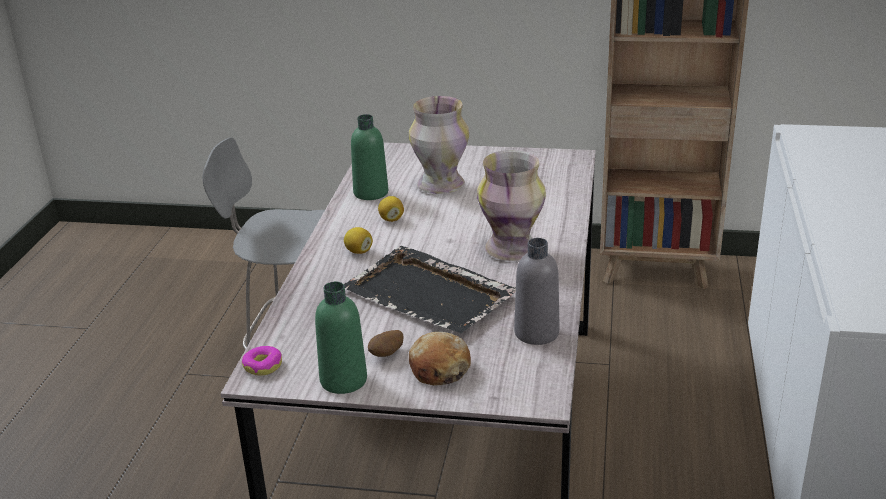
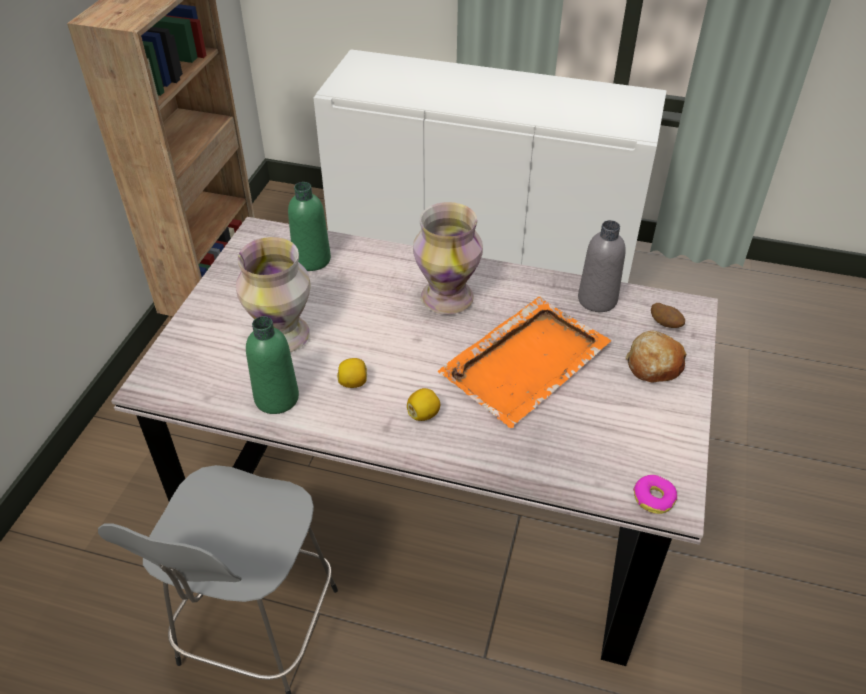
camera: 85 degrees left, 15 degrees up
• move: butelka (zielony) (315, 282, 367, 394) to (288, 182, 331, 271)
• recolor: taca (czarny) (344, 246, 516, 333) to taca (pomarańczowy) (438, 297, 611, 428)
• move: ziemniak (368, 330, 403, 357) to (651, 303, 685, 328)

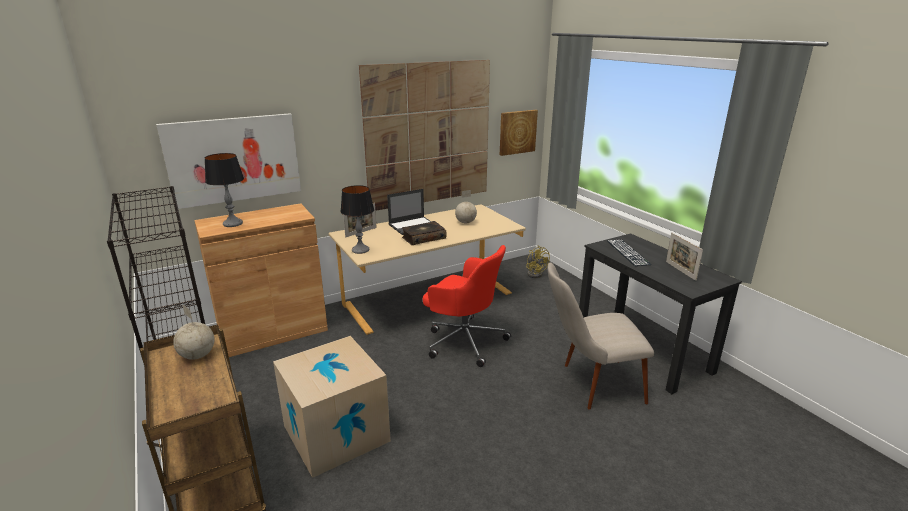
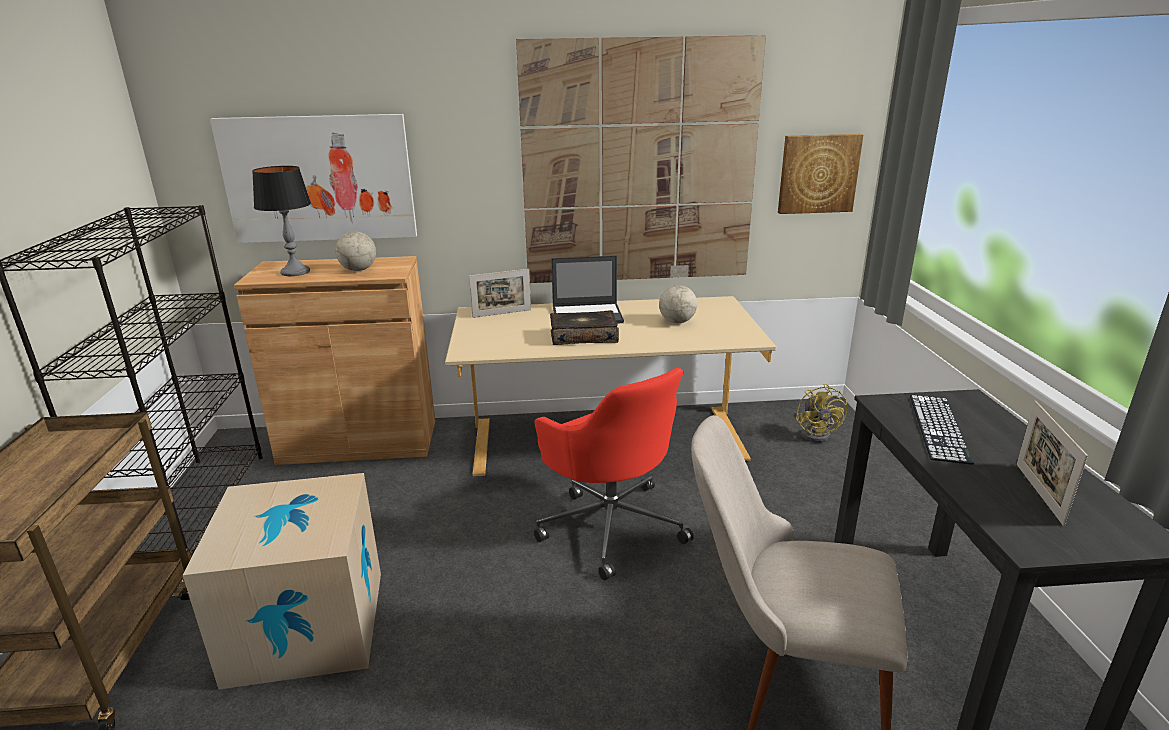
camera: 25 degrees right, 0 degrees up
• move: globus (173, 304, 215, 360) to (335, 208, 376, 271)
• delete: lampa stołowa (340, 185, 374, 254)

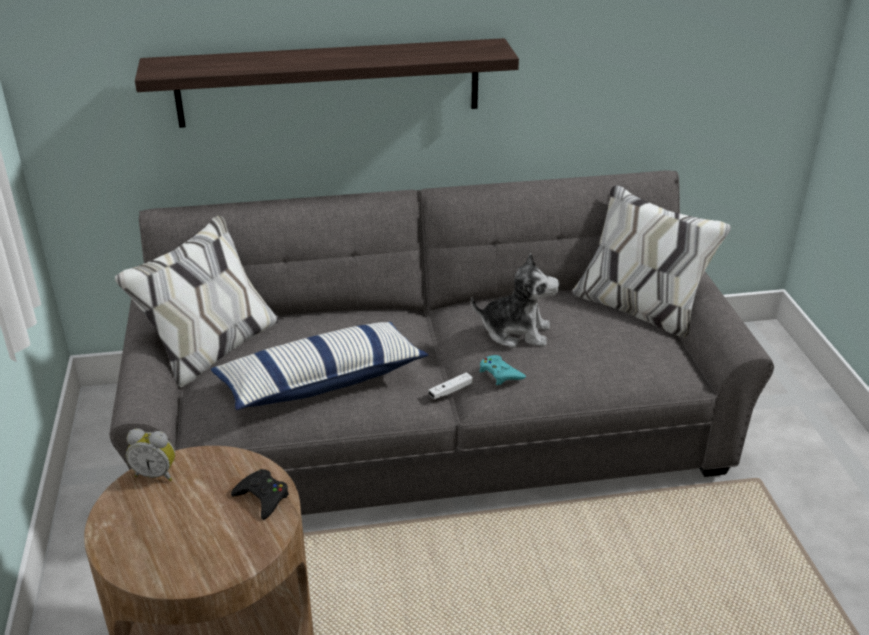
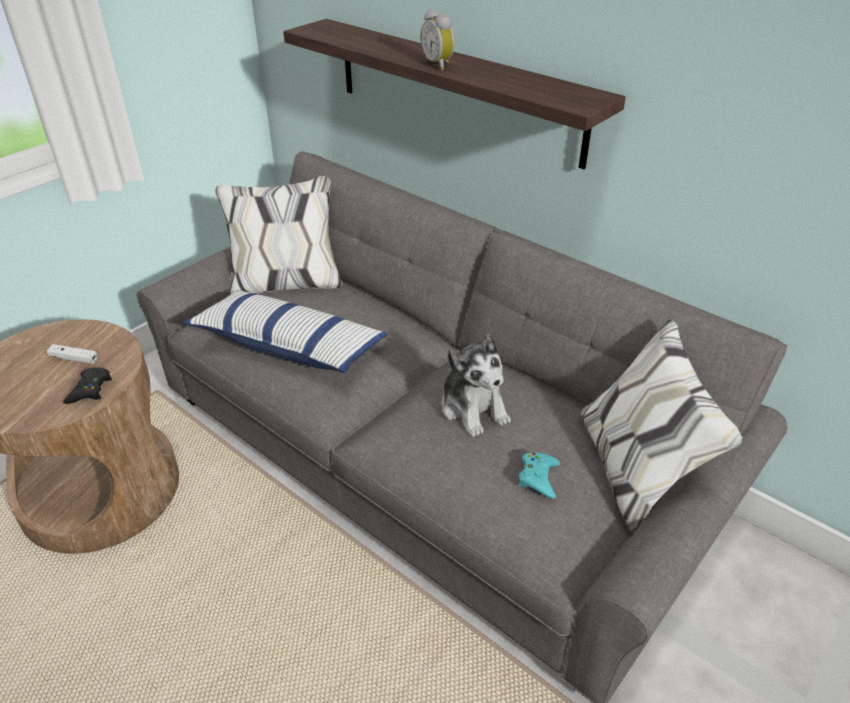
camera: 50 degrees right, 5 degrees up
• move: pad do gier (biały) (428, 372, 473, 399) to (47, 344, 97, 364)
• move: budzik (126, 428, 175, 481) to (421, 9, 455, 70)
• move: pad do gier (turkusowy) (480, 355, 526, 385) to (518, 452, 560, 499)

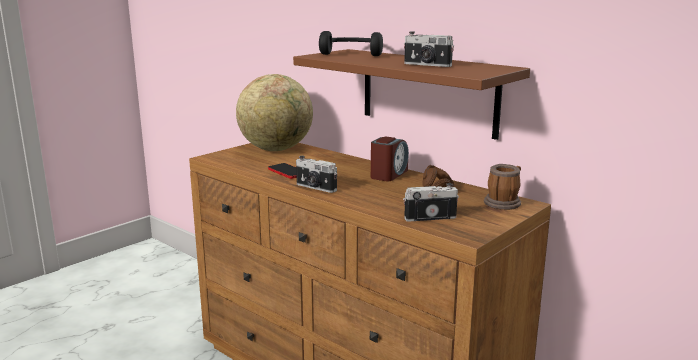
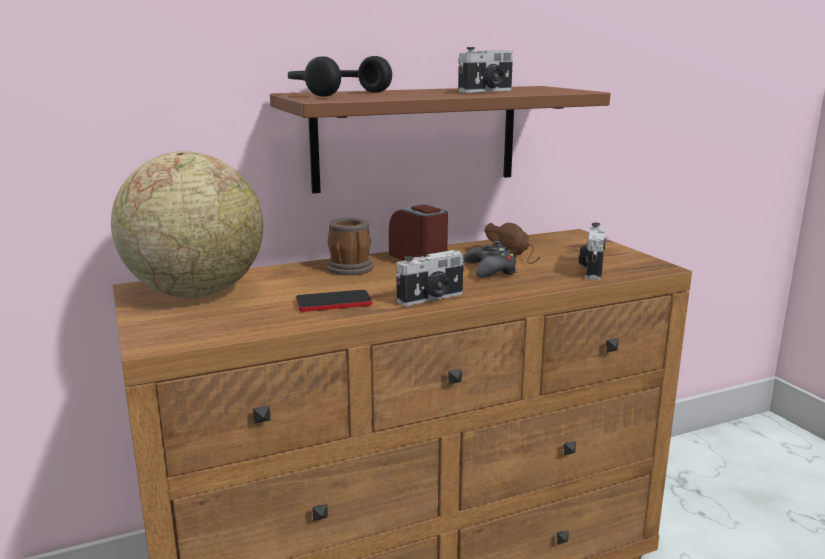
camera: 65 degrees left, 0 degrees up
• move: kubek (484, 164, 521, 210) to (326, 217, 374, 275)
• insert: pad do gier (czarny) (463, 241, 517, 278)

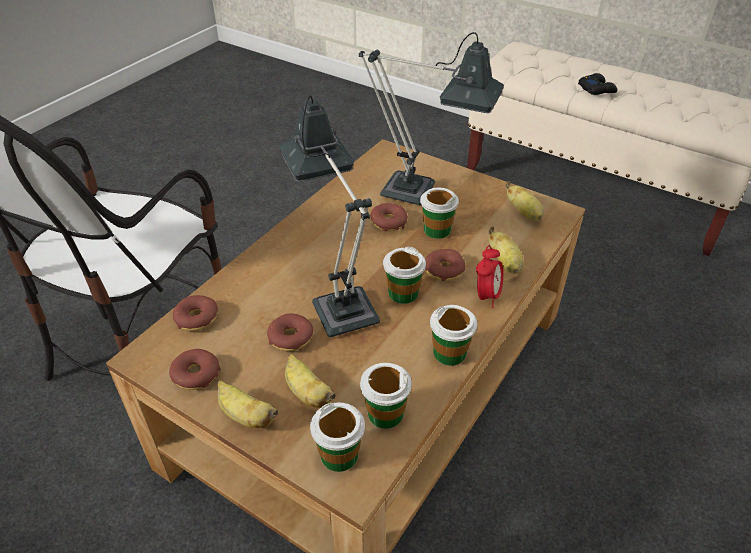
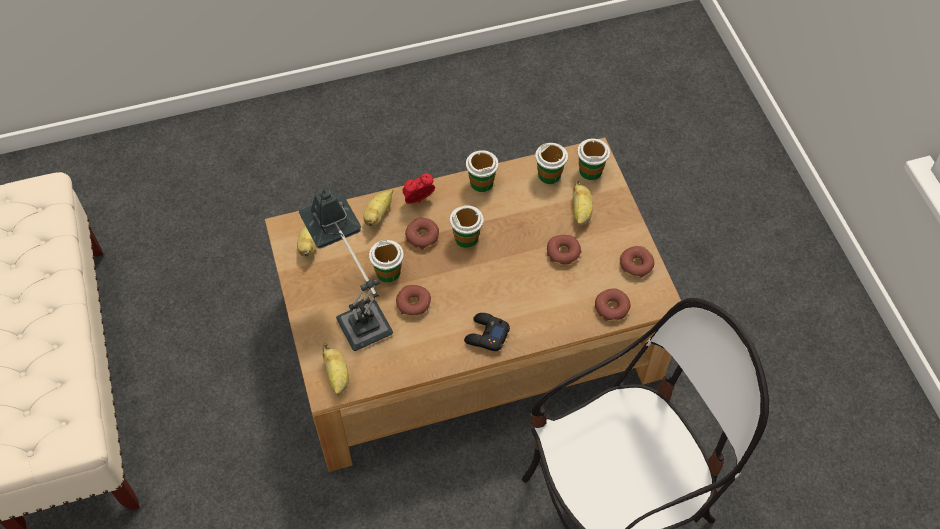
camera: 140 degrees left, 15 degrees up
• move: banan (218, 380, 278, 428) to (322, 344, 349, 396)
• move: pad do gier (czarny) (578, 73, 618, 95) to (464, 313, 510, 351)
• delete: lampa stołowa (279, 96, 380, 337)

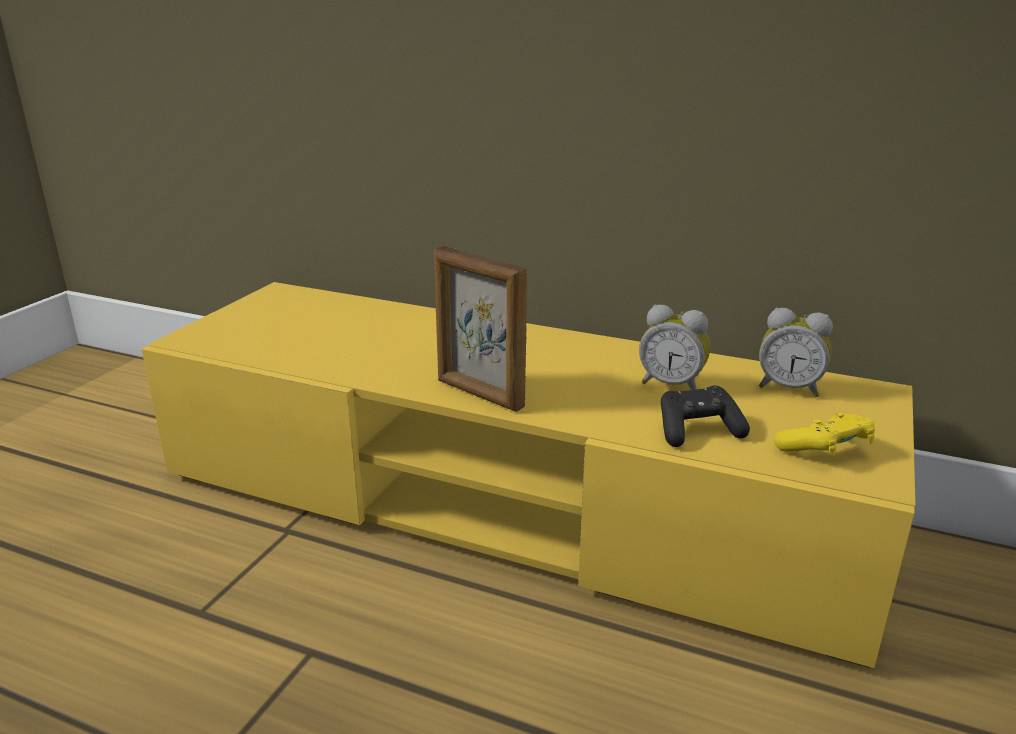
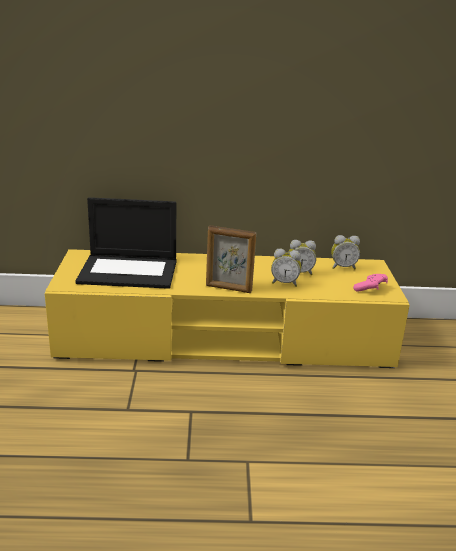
camera: 25 degrees left, 0 degrees up
• insert: laptop (76, 197, 177, 289)
• insert: budzik (271, 249, 301, 287)
• recolor: pad do gier (żółty) (774, 413, 875, 456) to pad do gier (różowy) (353, 274, 388, 292)
• delete: pad do gier (czarny) (661, 386, 750, 447)

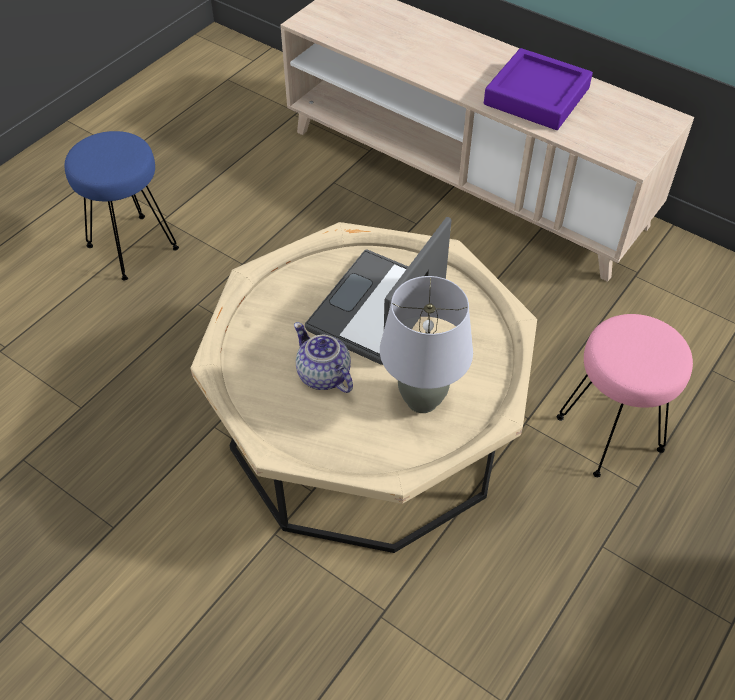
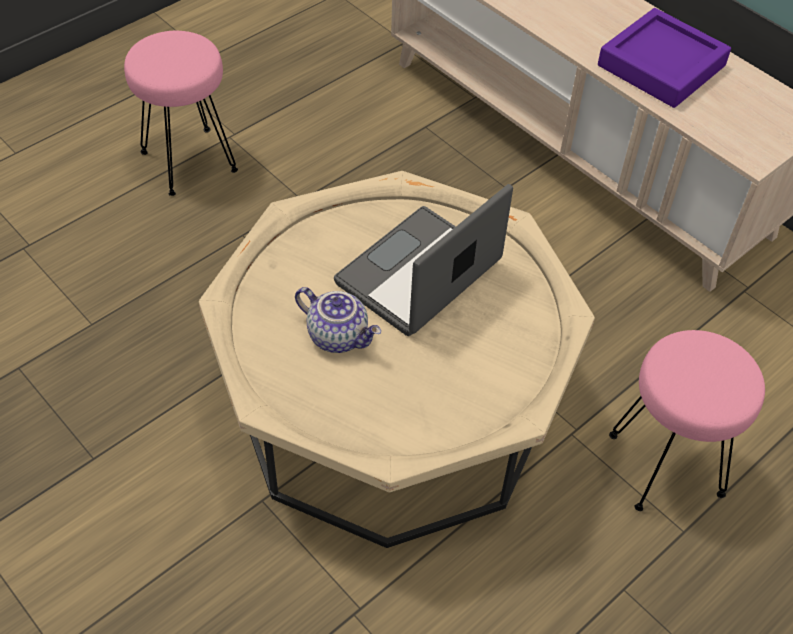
camera: 10 degrees right, 0 degrees up
• recolor: stołek (niebieski) (64, 131, 179, 280) to stołek (różowy) (124, 31, 238, 196)
• rotate: imbryk (294, 322, 353, 393) = (295, 287, 381, 353) 150 degrees clockwise
• delete: lampa stołowa (szary) (380, 276, 473, 413)

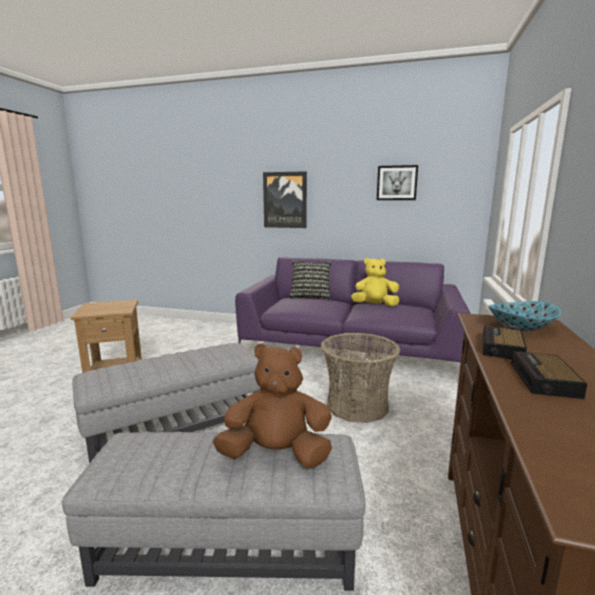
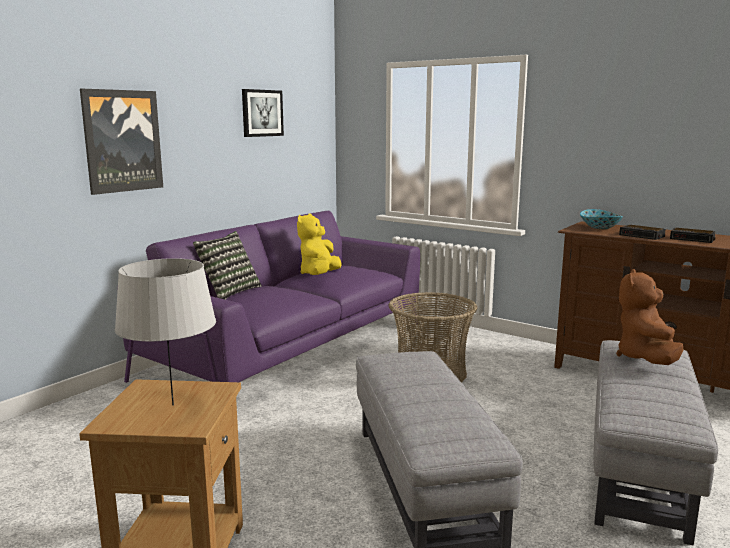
camera: 70 degrees left, 0 degrees up
• insert: lampa stołowa (szary) (115, 258, 216, 406)

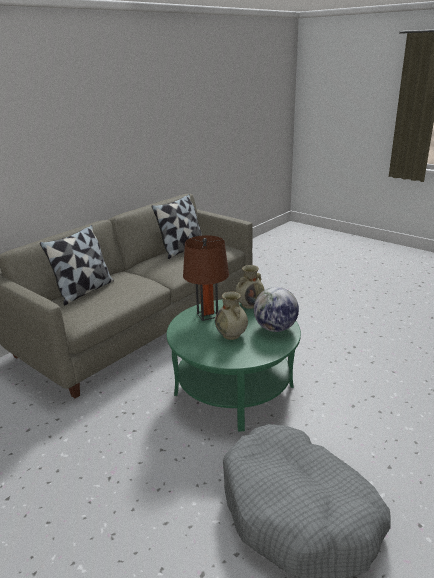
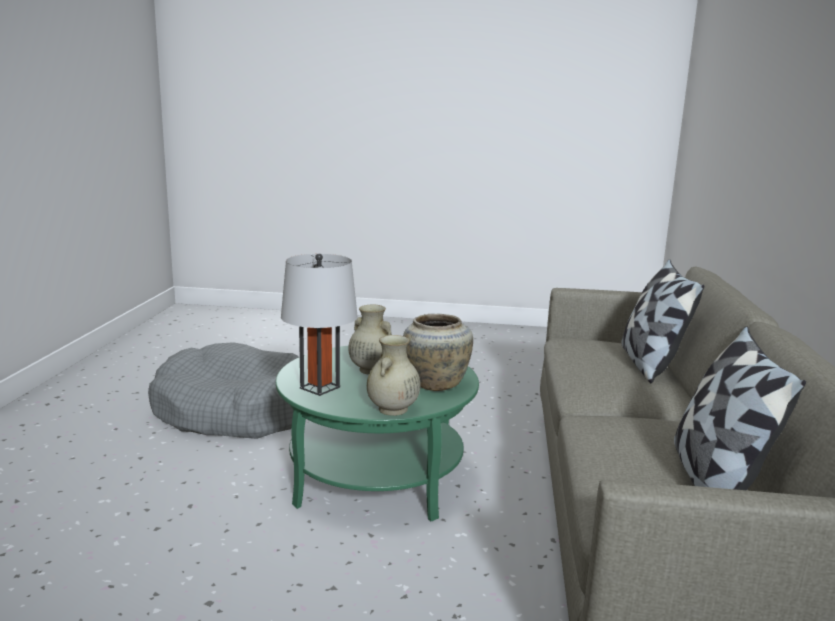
camera: 145 degrees right, 10 degrees down
• replace: globus (254, 287, 299, 332) to lampa stołowa (szary) (281, 253, 358, 396)
• replace: lampa stołowa (brązowy) (183, 235, 229, 321) to wazon (beżowy) (403, 314, 473, 391)

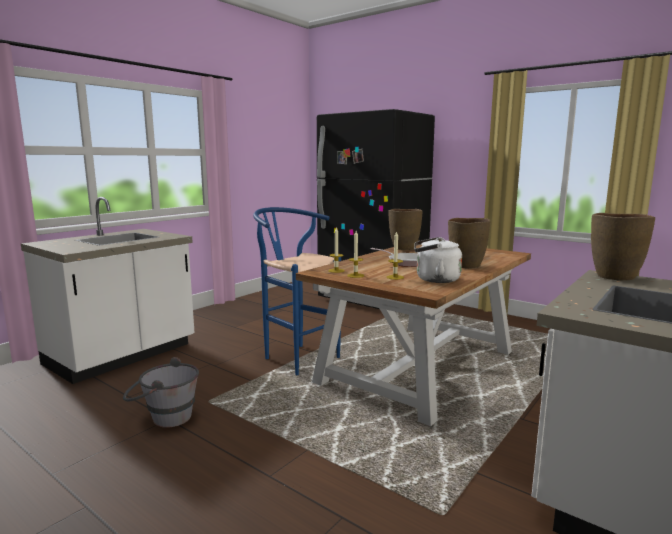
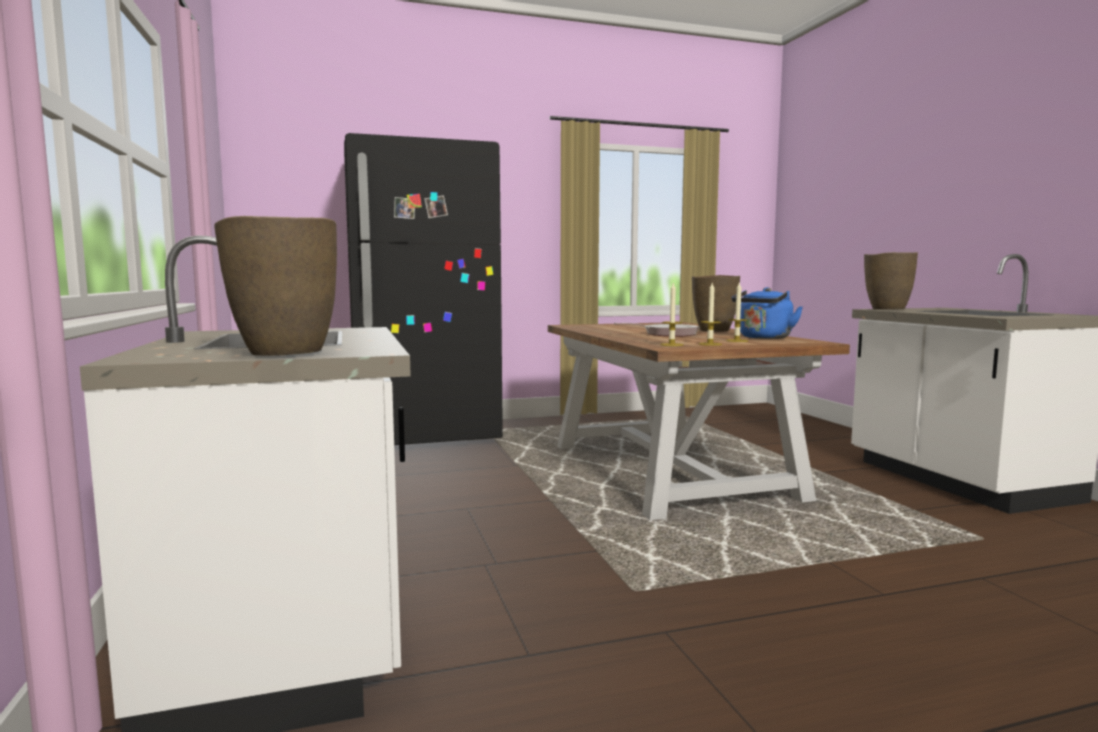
camera: 55 degrees left, 5 degrees down
• move: wazon (brązowy) (388, 209, 423, 250) to (214, 216, 337, 356)
• recolor: czajnik (biały) (414, 237, 462, 283) to czajnik (niebieski) (732, 287, 803, 339)
• delete: wiadro (szary) (123, 357, 199, 428)
• delete: stołek (niebieski) (253, 207, 341, 375)

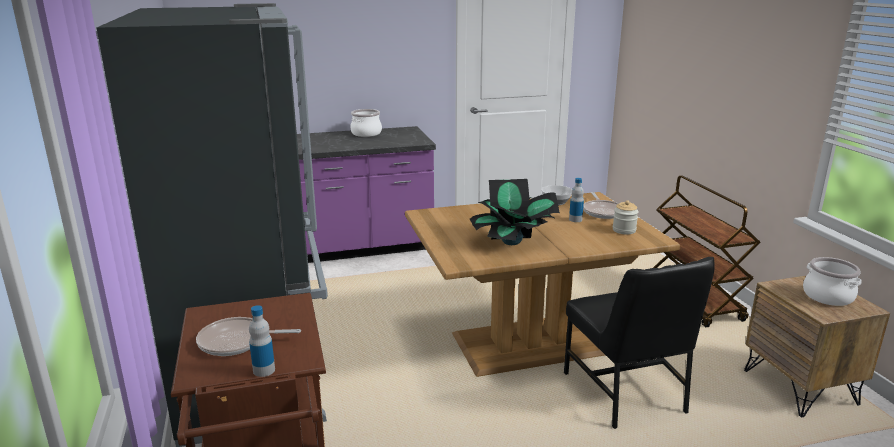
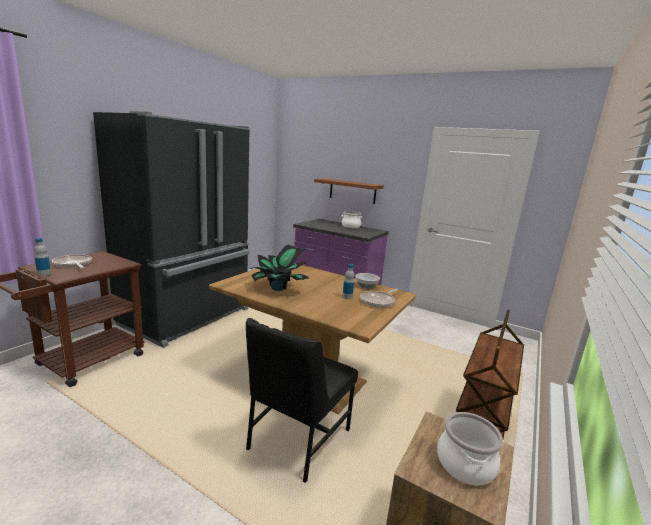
camera: 45 degrees right, 5 degrees down
• insert: półka (brązowy) (314, 179, 384, 204)
• delete: słoik (613, 200, 639, 234)

